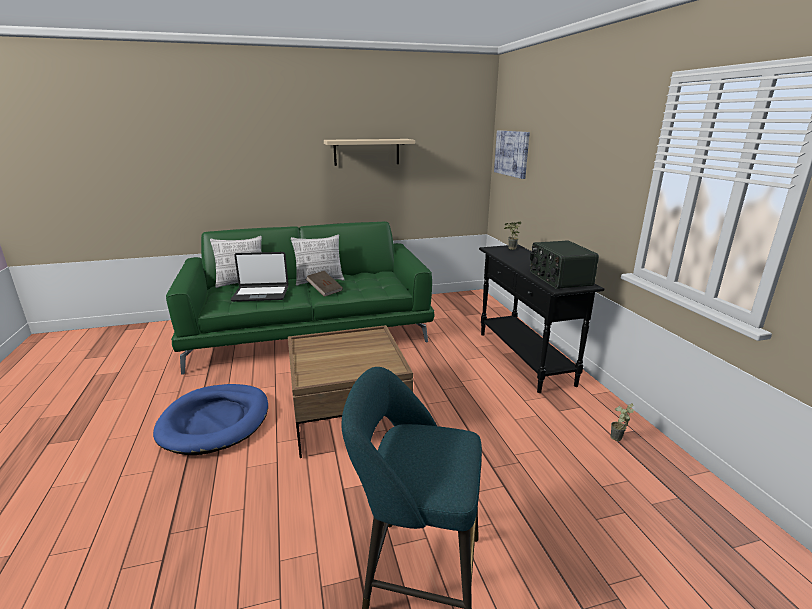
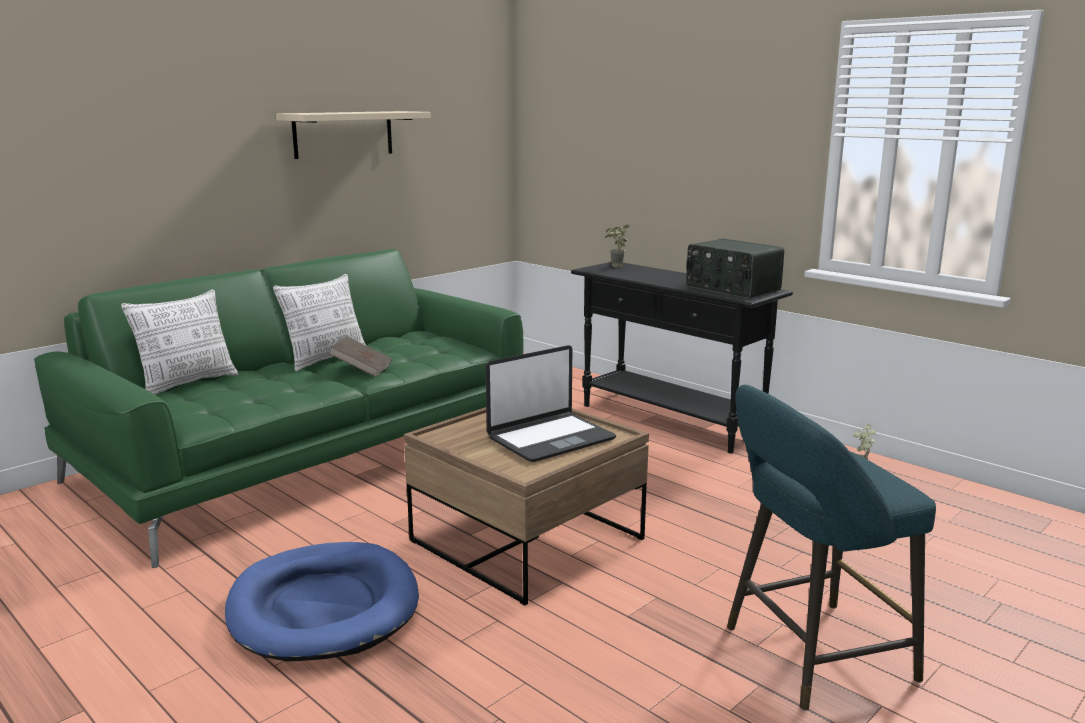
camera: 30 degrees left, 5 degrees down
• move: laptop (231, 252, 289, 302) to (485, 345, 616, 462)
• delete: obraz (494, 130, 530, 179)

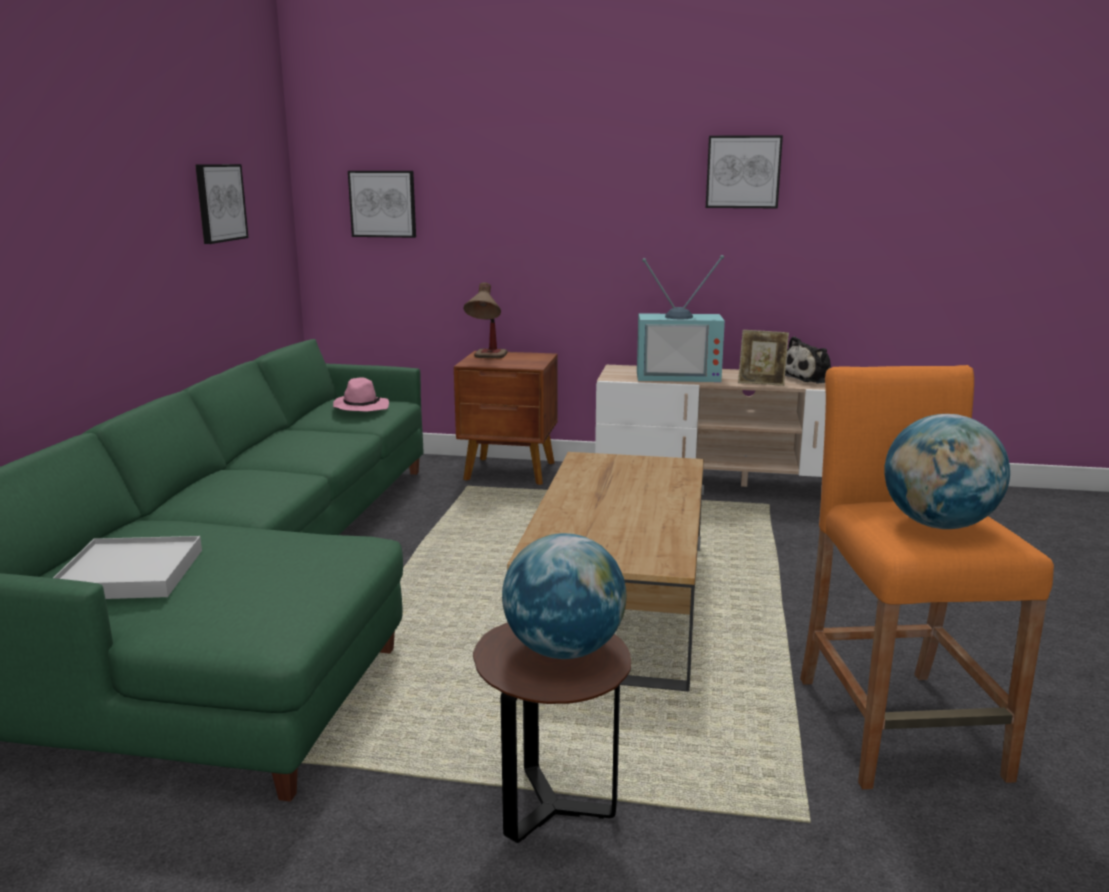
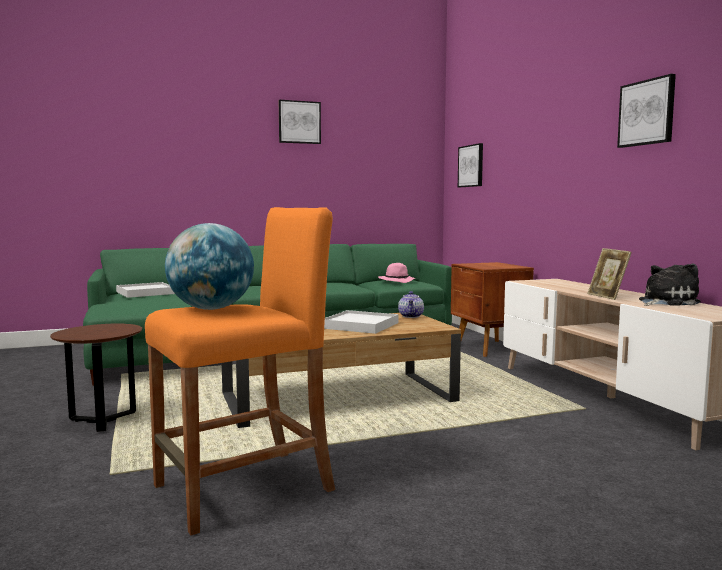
camera: 60 degrees right, 10 degrees down
• move: obraz (195, 164, 248, 244) to (279, 100, 321, 144)
• insert: taca (biały) (324, 310, 399, 334)
• insert: imbryk (398, 291, 424, 318)
• rotate: pluszak (785, 336, 831, 384) = (639, 264, 701, 306) 120 degrees clockwise
• delete: lampa stołowa (464, 282, 508, 358)
• delete: globus (502, 533, 627, 659)
• delete: telewizor (637, 255, 725, 382)

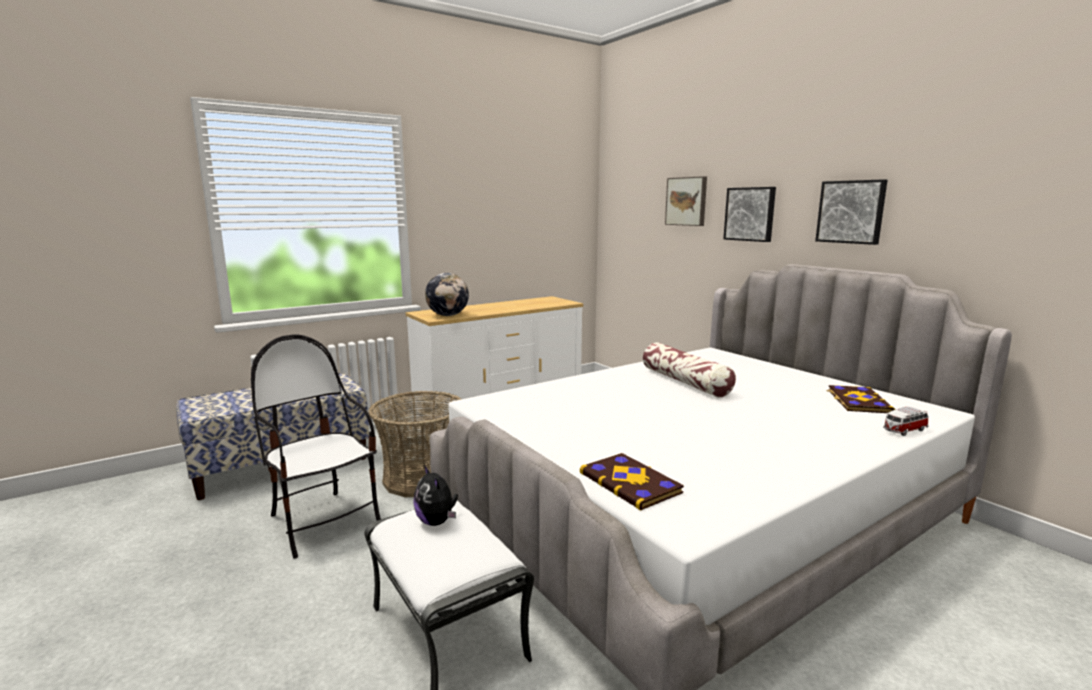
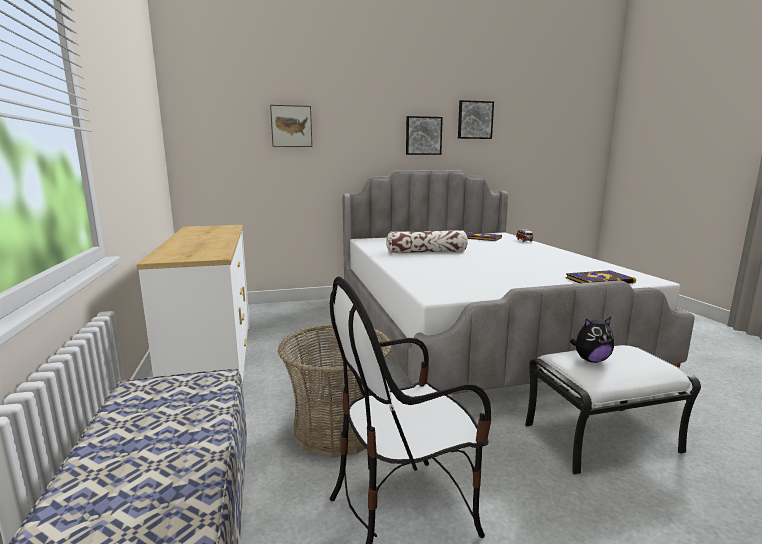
camera: 70 degrees left, 0 degrees up
• move: obraz (723, 187, 776, 242) to (458, 100, 494, 139)
• delete: globus (425, 273, 469, 316)

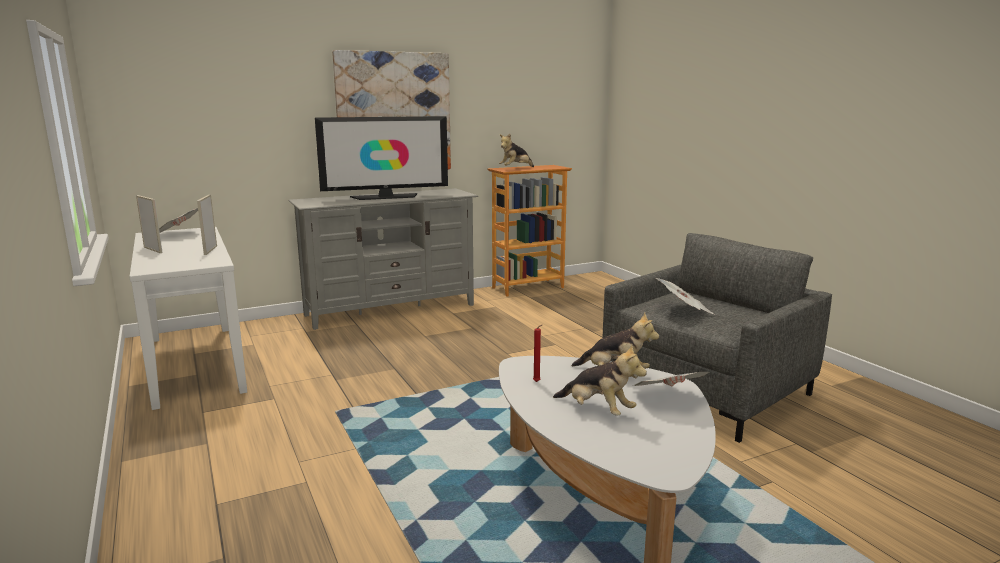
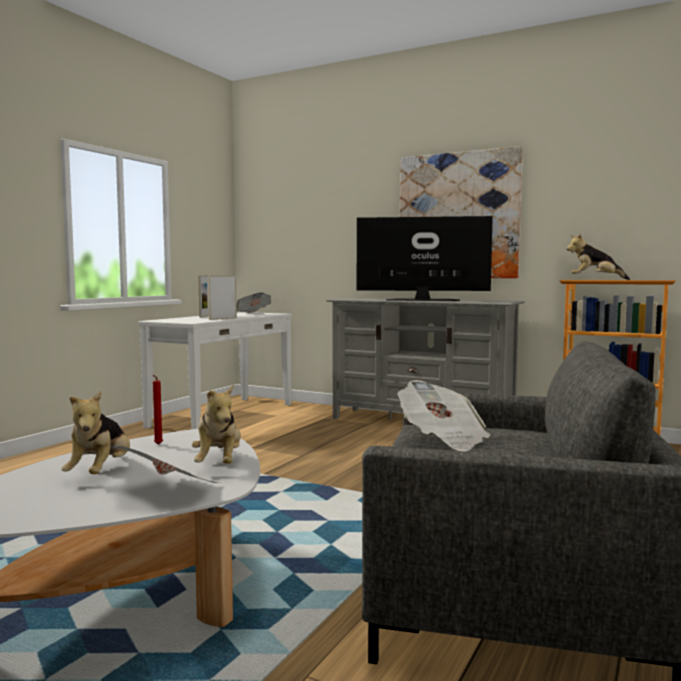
camera: 55 degrees right, 10 degrees down
• rotate: telewizor (315, 116, 448, 200) = (357, 216, 493, 301) 150 degrees clockwise

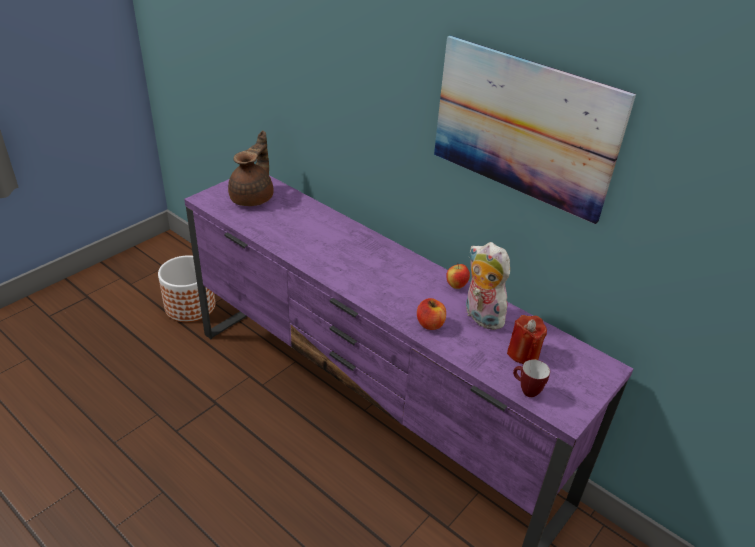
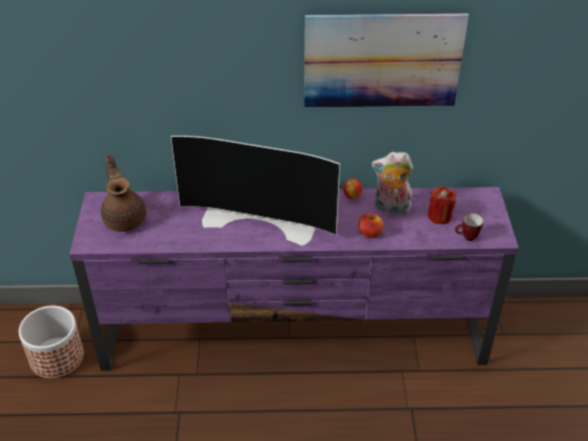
camera: 40 degrees left, 5 degrees up
• insert: telewizor (171, 136, 340, 246)

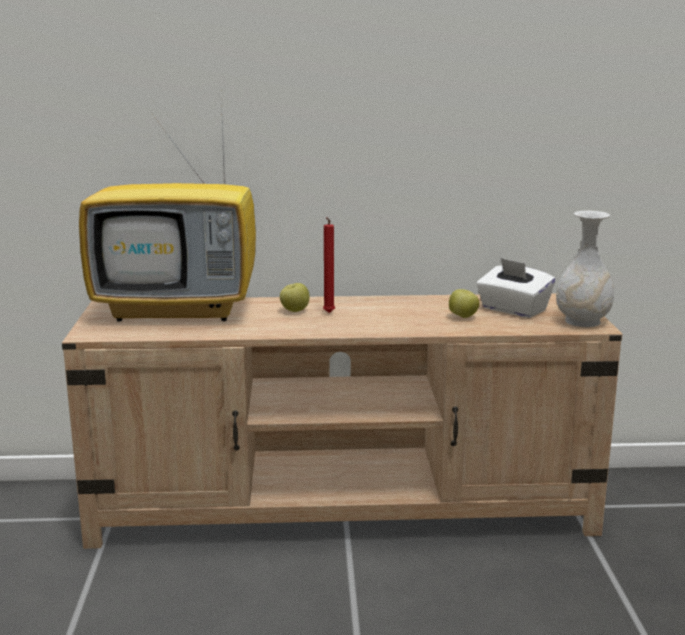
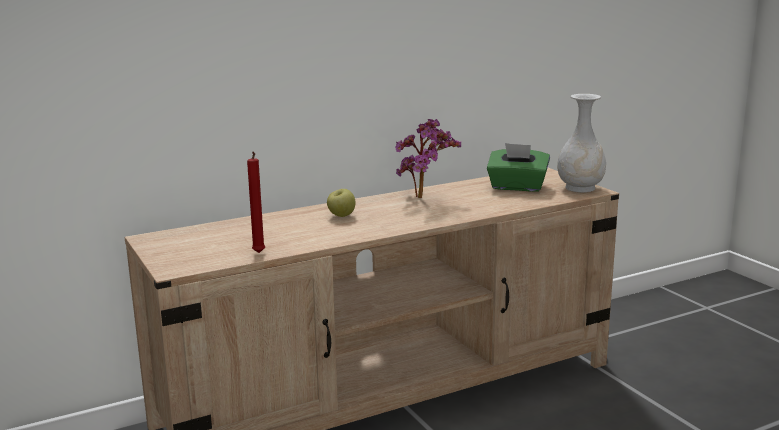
camera: 25 degrees left, 0 degrees up
• move: świeca (czerwony) (323, 217, 335, 313) to (247, 151, 265, 253)
• insert: roślina doniczkowa (395, 119, 461, 198)
• recolor: pudełko chusteczek (biały) (477, 258, 555, 318) to pudełko chusteczek (zielony) (487, 143, 550, 192)
• delete: telewizor (79, 98, 256, 322)
• delete: jabłko (449, 289, 479, 318)

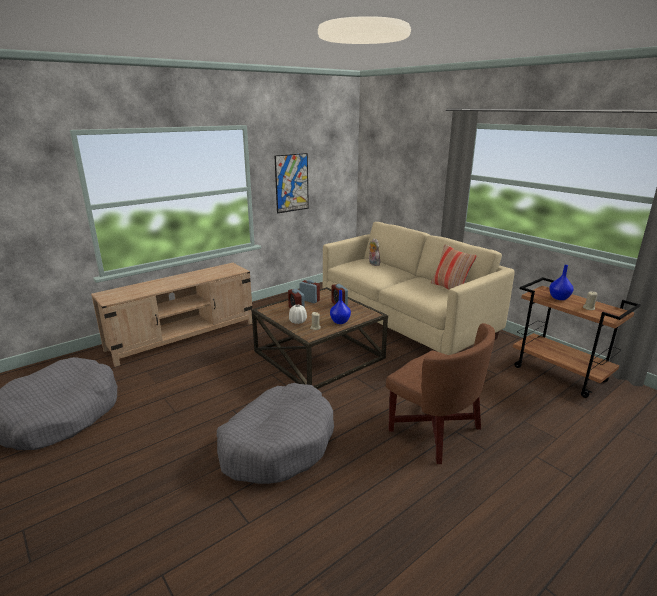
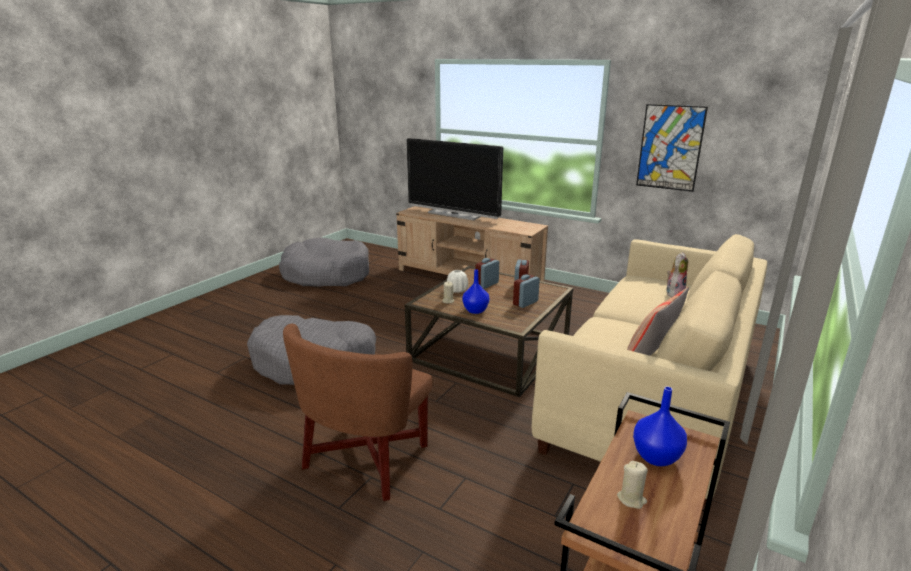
camera: 70 degrees right, 0 degrees up
• insert: telewizor (406, 138, 503, 221)

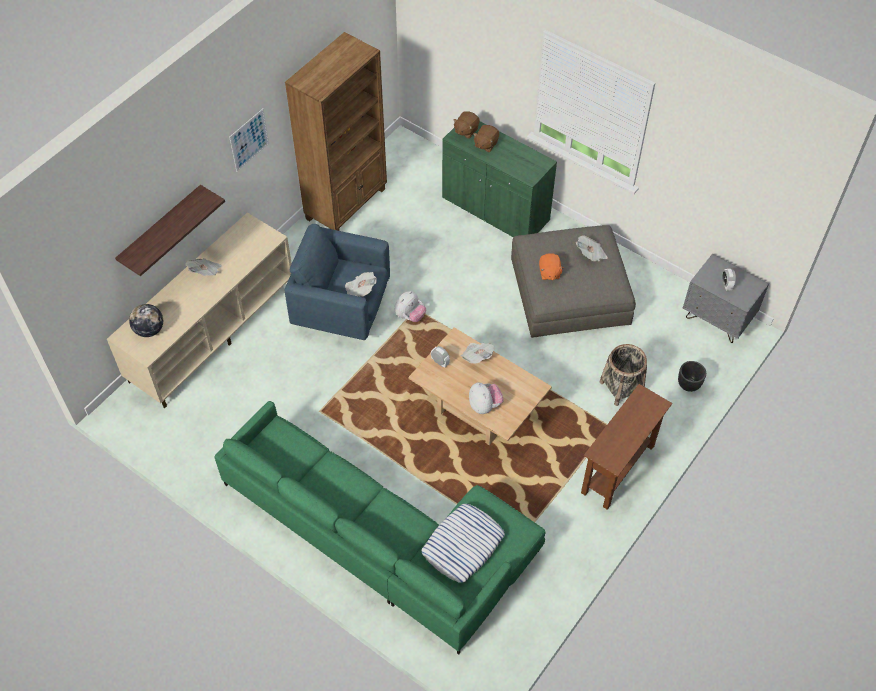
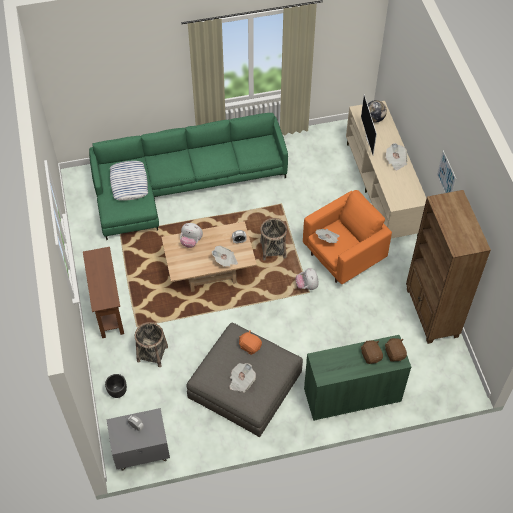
camera: 130 degrees right, 0 degrees up
• insert: koszyk (260, 218, 287, 261)
• recolor: fotel (niebieski) (284, 224, 390, 340) to fotel (pomarańczowy) (303, 190, 392, 284)
• insert: telewizor (361, 94, 377, 155)
• delete: półka (115, 185, 225, 276)

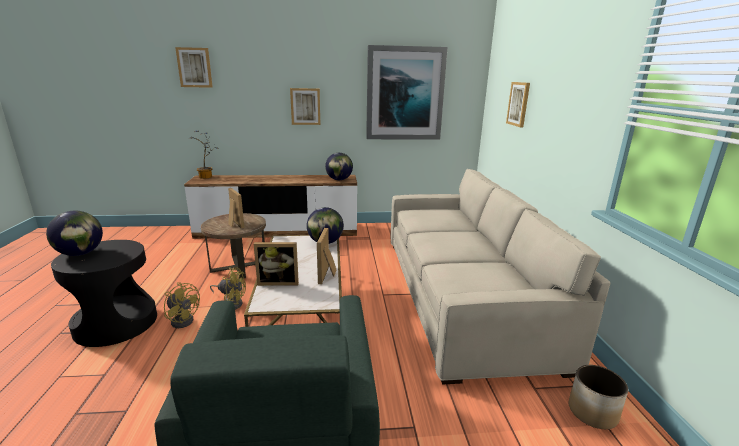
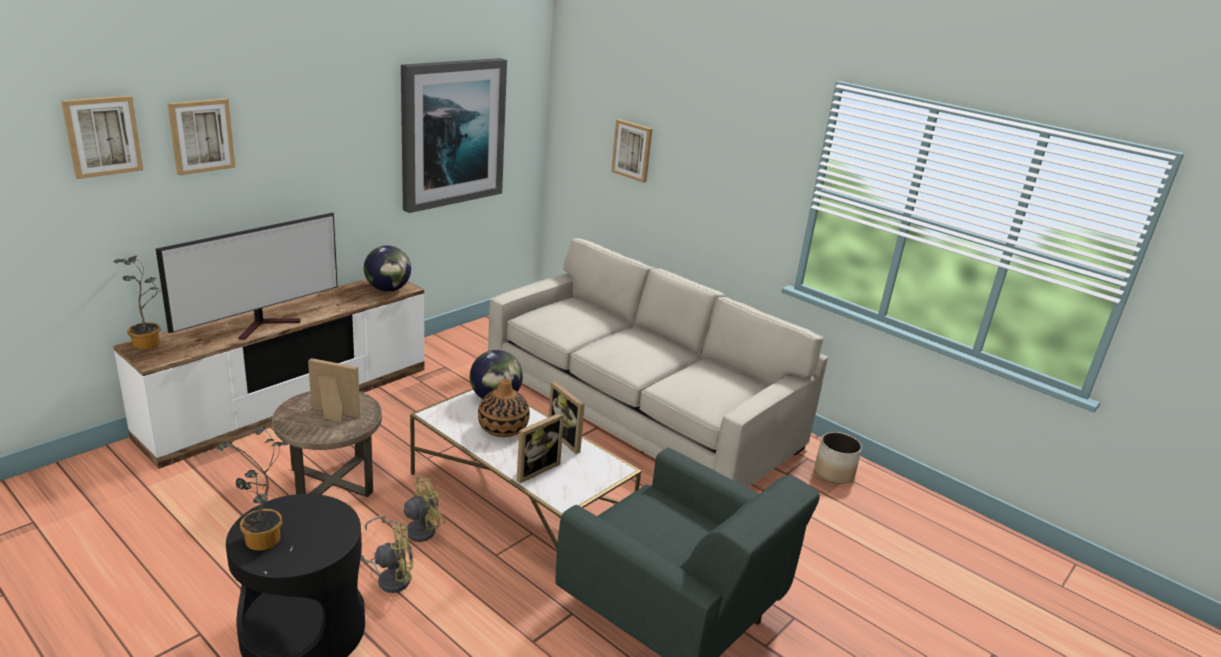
camera: 45 degrees left, 5 degrees up
• insert: telewizor (156, 212, 338, 340)
• move: obraz (290, 88, 320, 125) to (168, 98, 236, 176)
• replace: globus (46, 211, 103, 256) to roślina doniczkowa (217, 426, 289, 551)
• insert: wazon (478, 378, 530, 437)

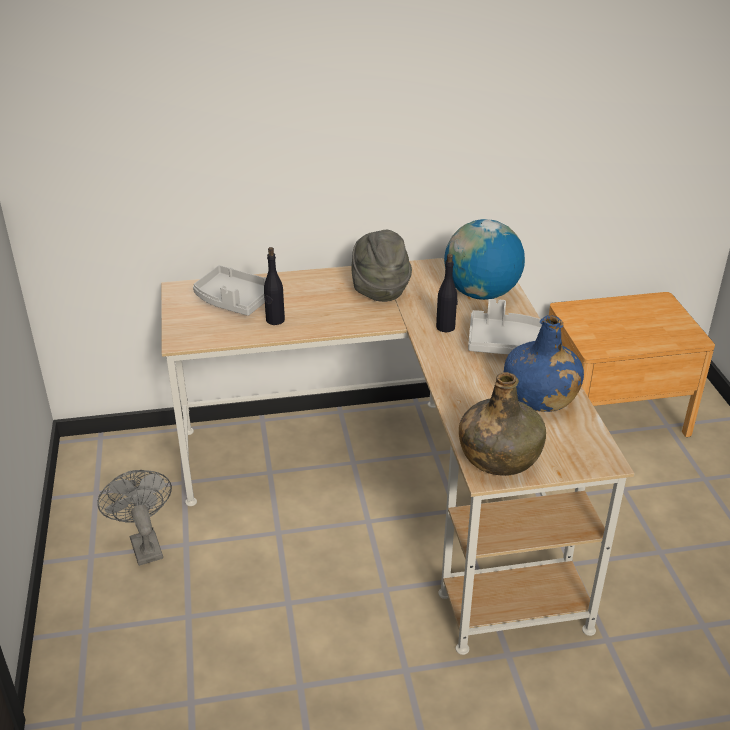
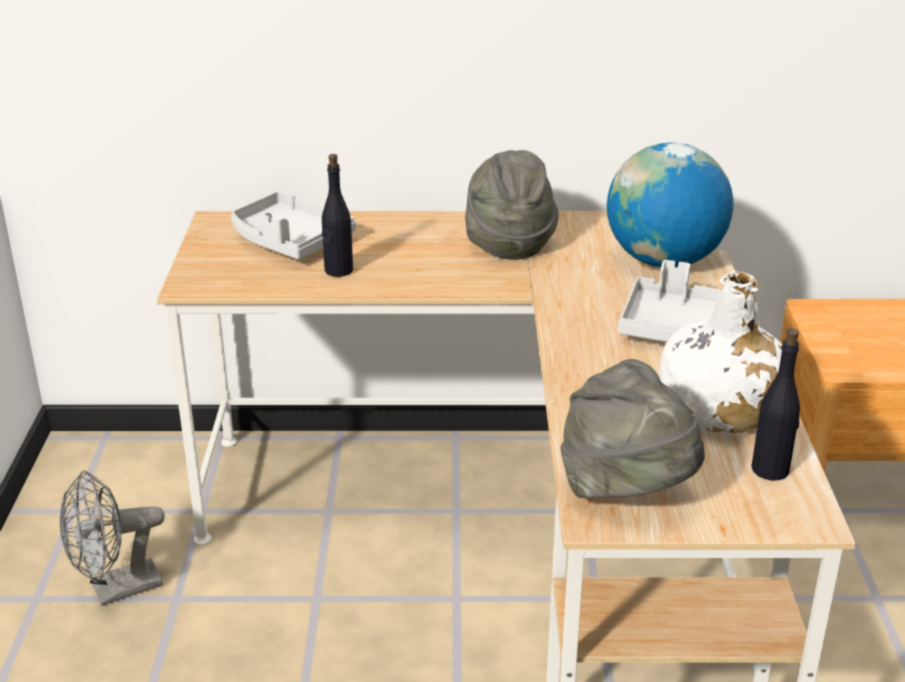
camera: 10 degrees right, 5 degrees down
• rotate: wentylator (szary) (97, 470, 172, 566) = (60, 470, 165, 606) 105 degrees counterclockwise
• replace: butelka (zielony) (459, 372, 546, 476) to kapelusz (szary) (561, 359, 705, 498)
• recolor: butelka (niebieski) (504, 315, 584, 412) to butelka (biały) (660, 271, 783, 433)
• move: butelka (czarny) (436, 254, 458, 332) to (751, 328, 800, 481)

